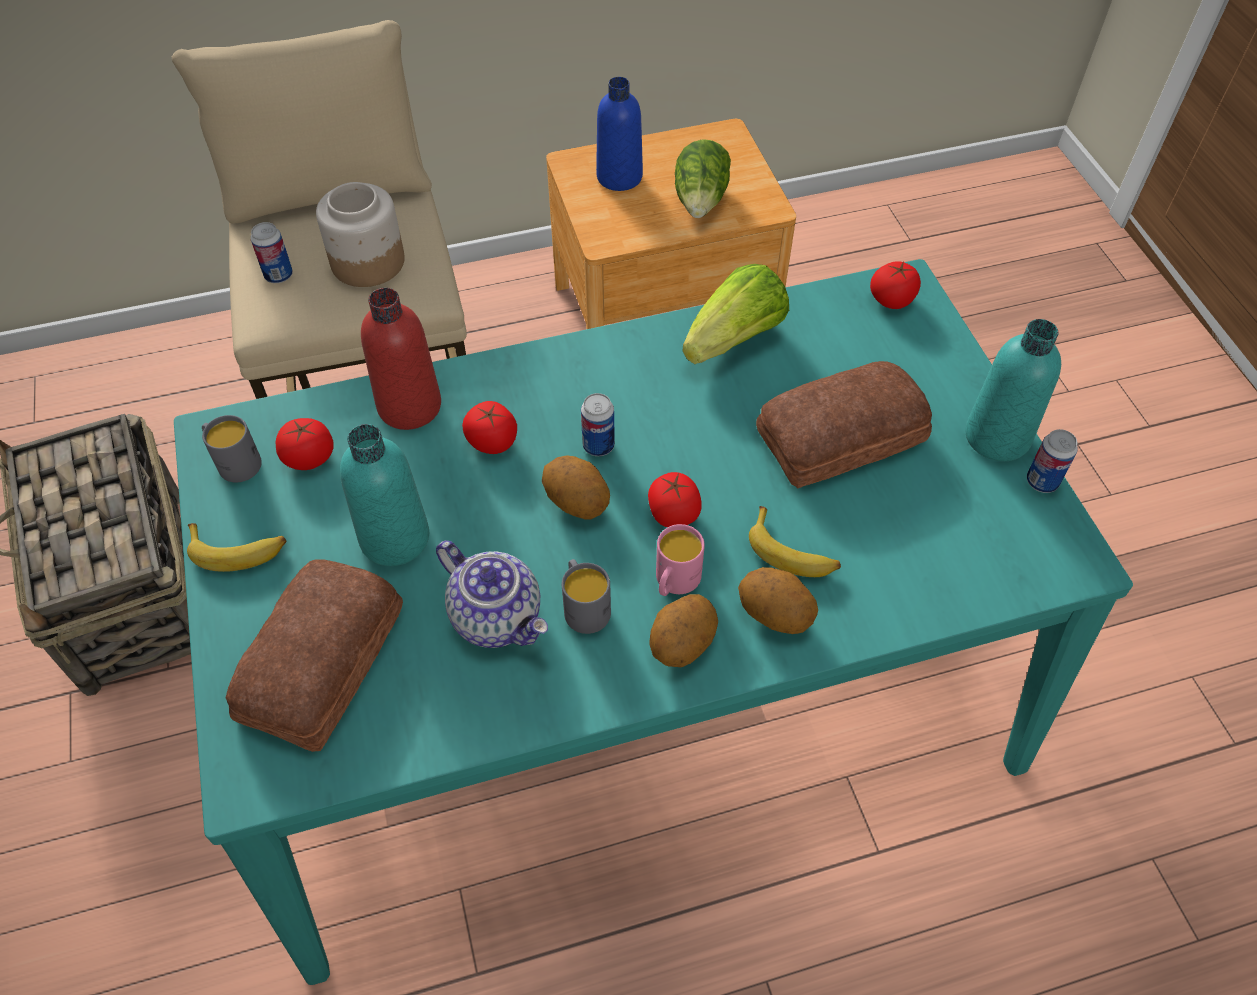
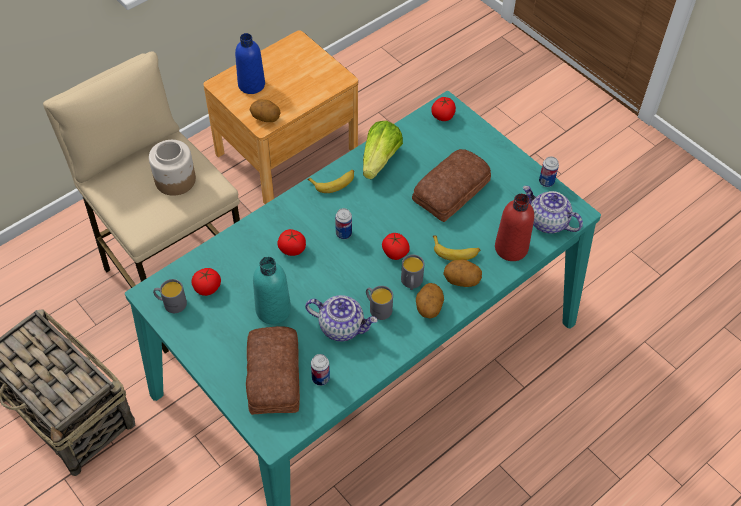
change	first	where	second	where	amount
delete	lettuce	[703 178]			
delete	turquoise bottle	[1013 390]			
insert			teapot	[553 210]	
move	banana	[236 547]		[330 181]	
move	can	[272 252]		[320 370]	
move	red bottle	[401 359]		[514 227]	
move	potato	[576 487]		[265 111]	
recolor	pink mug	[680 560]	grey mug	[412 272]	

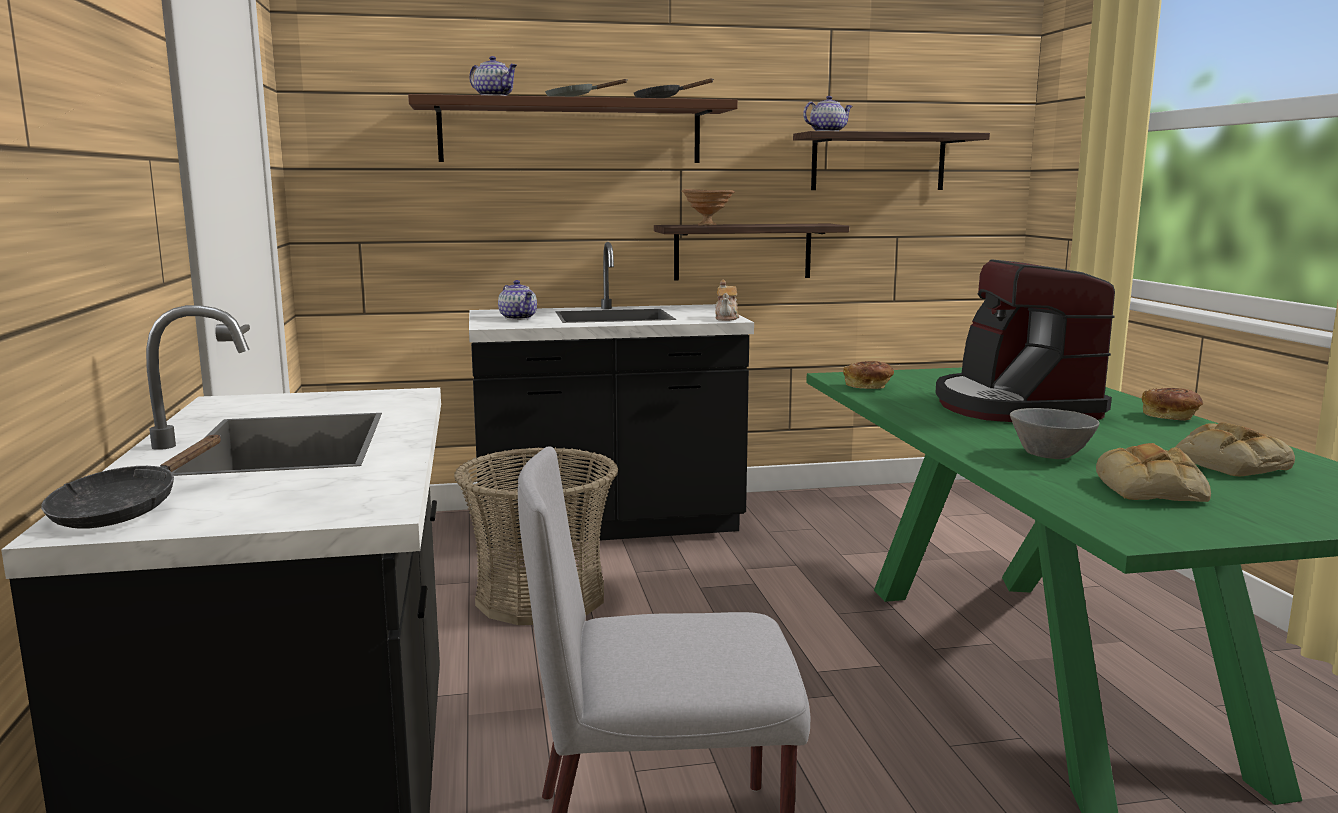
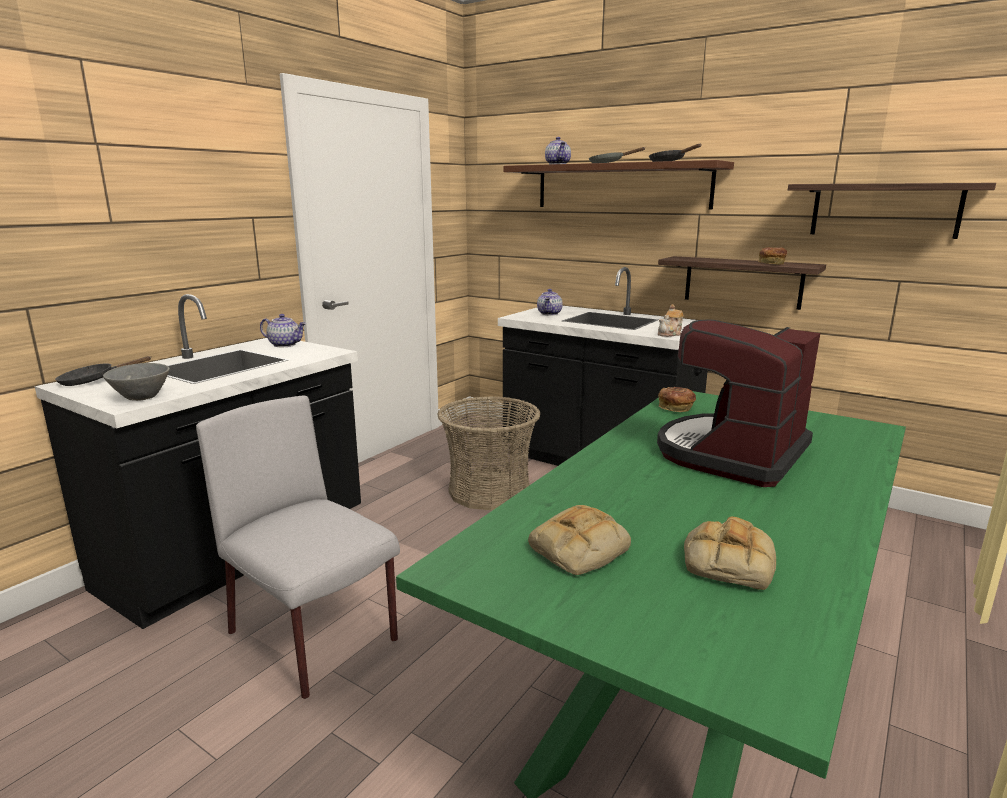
change	first	where	second	where	amount
delete	brown bowl	[708 207]			
move	teapot	[828 113]		[283 330]	
move	grey bowl	[1054 433]		[136 382]	
move	bread	[1173 404]		[772 256]	

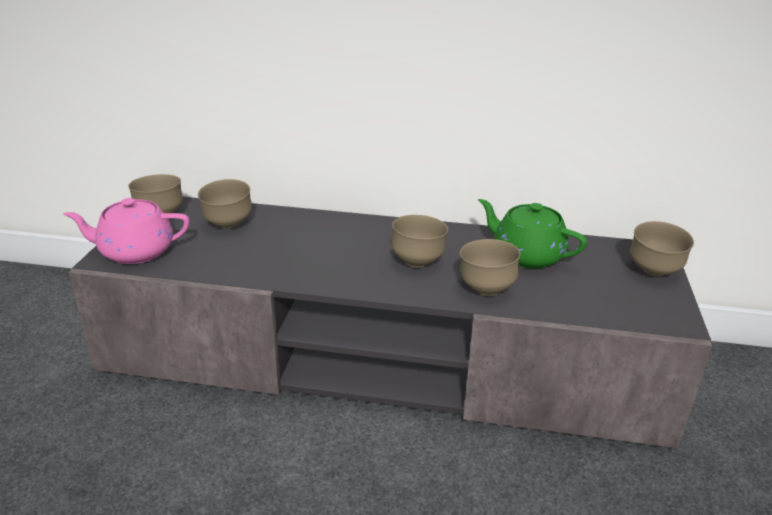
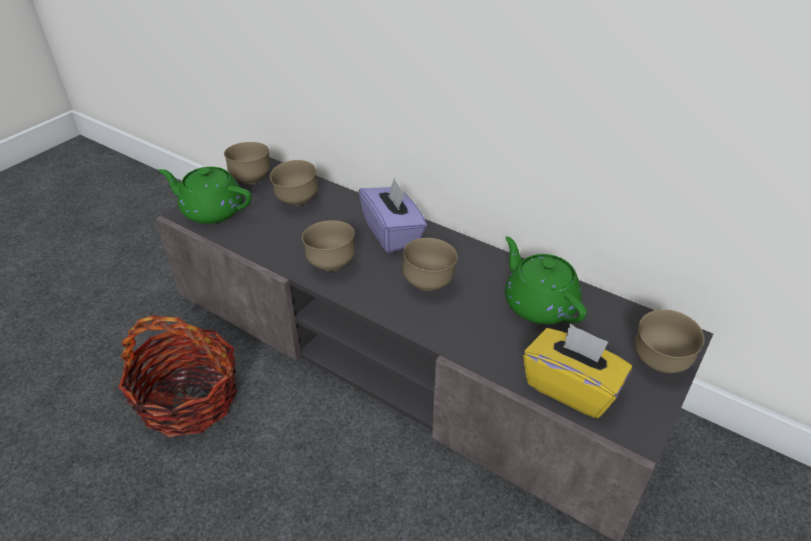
change	first	where	second	where	amount
insert			basket	[177 376]	
insert			purple tissue box	[393 215]	
insert			yellow tissue box	[577 370]	
move	brown bowl	[490 267]		[328 245]	
recolor	pink teapot	[126 231]	green teapot	[205 195]	

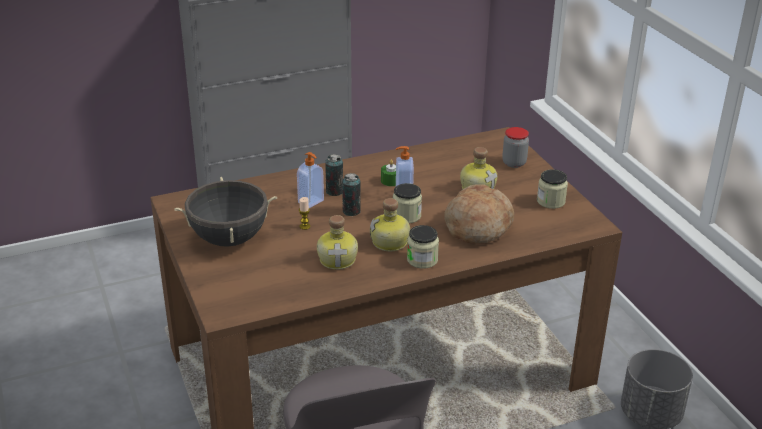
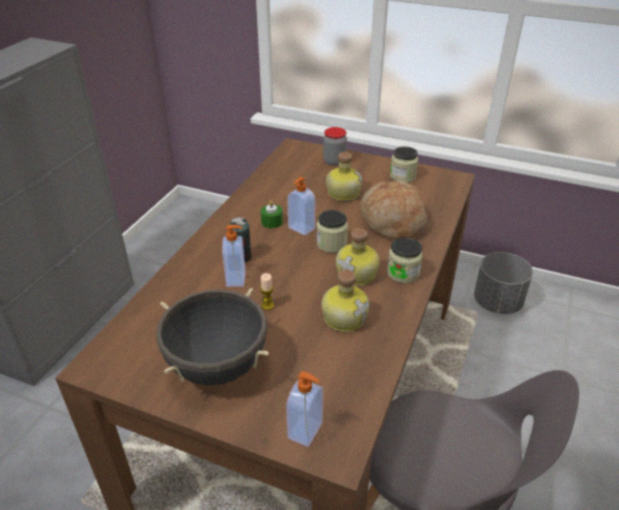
change	first	where	second	where	amount
delete	can	[351 194]			
insert			soap dispenser	[304 409]	

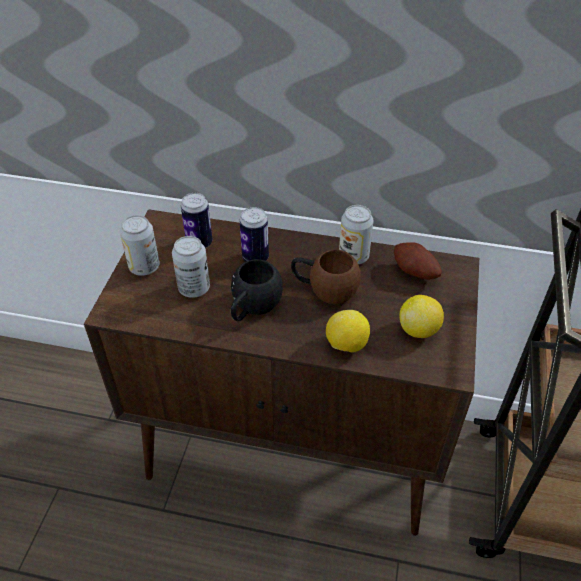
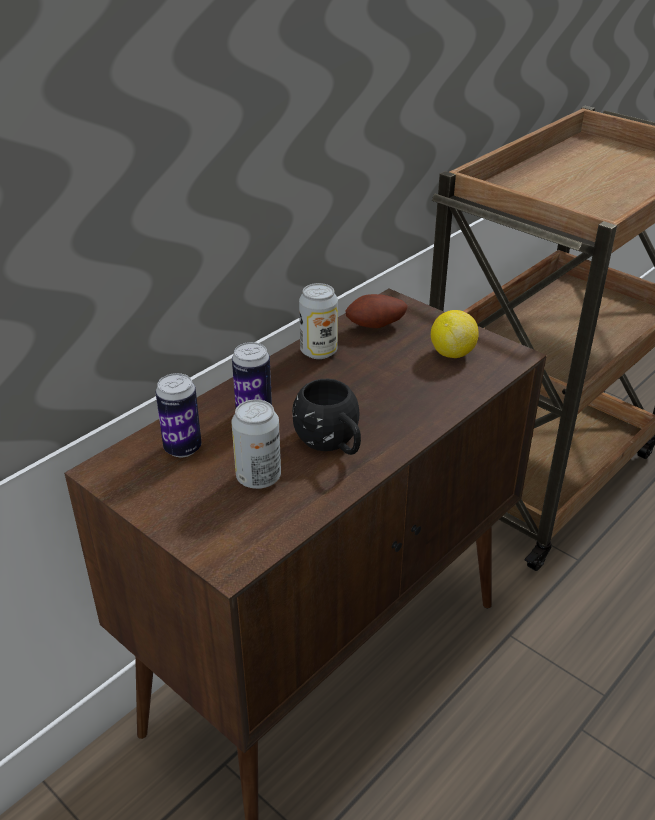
change	first	where	second	where	amount
delete	can	[140 245]			
delete	brown mug	[326 277]			
delete	lemon	[348 331]			

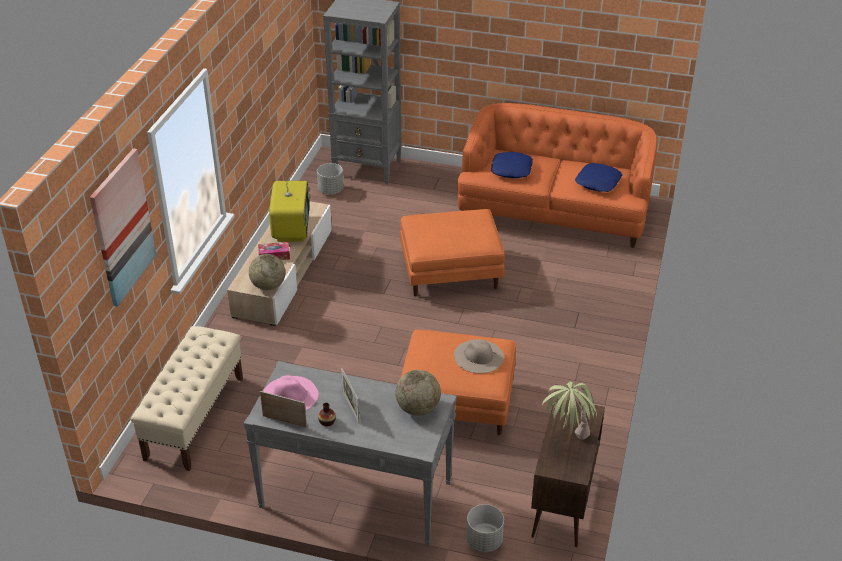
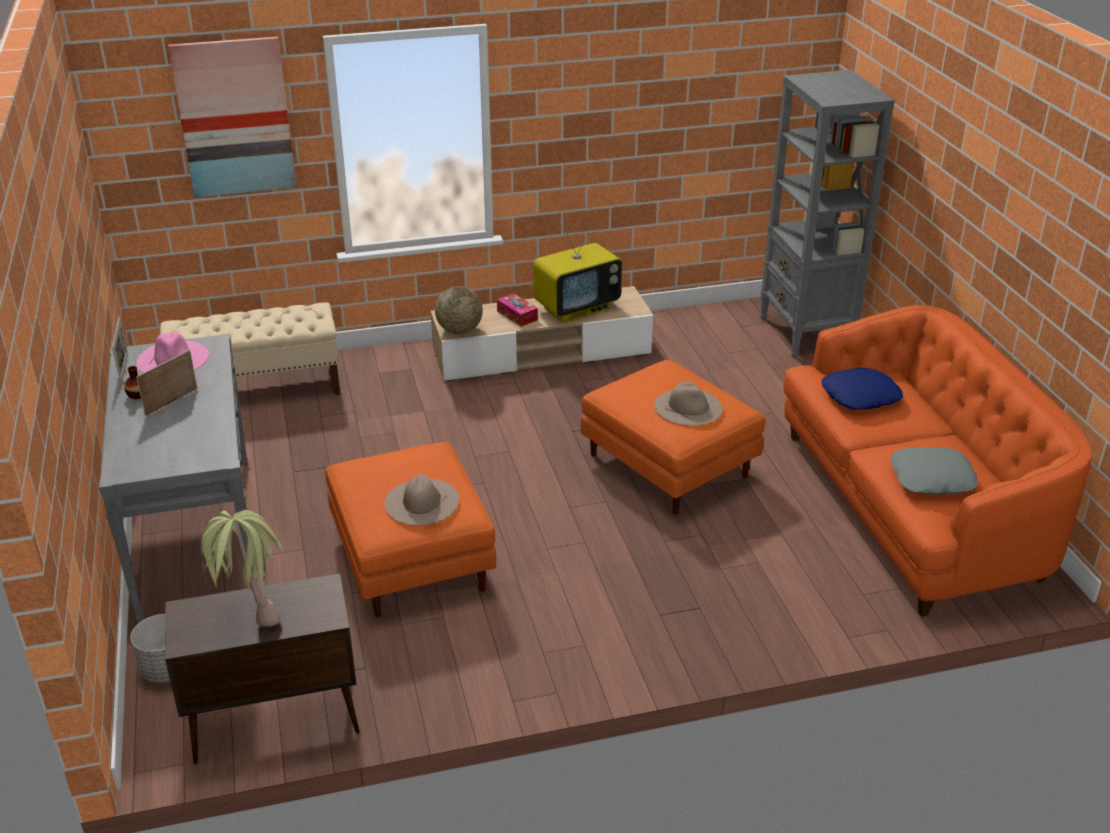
change	first	where	second	where	amount
delete	grey planter	[330 178]			
delete	globe	[418 393]			
insert			beige hat	[688 404]	
recolor	blue pillow	[598 177]	grey pillow	[934 471]	

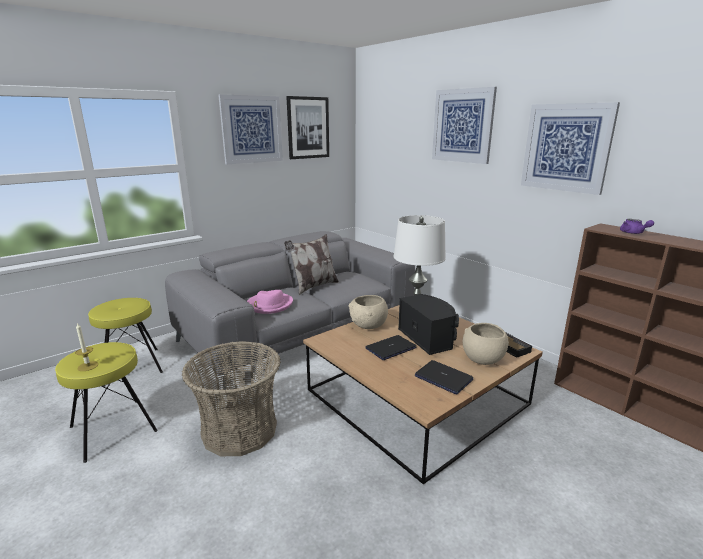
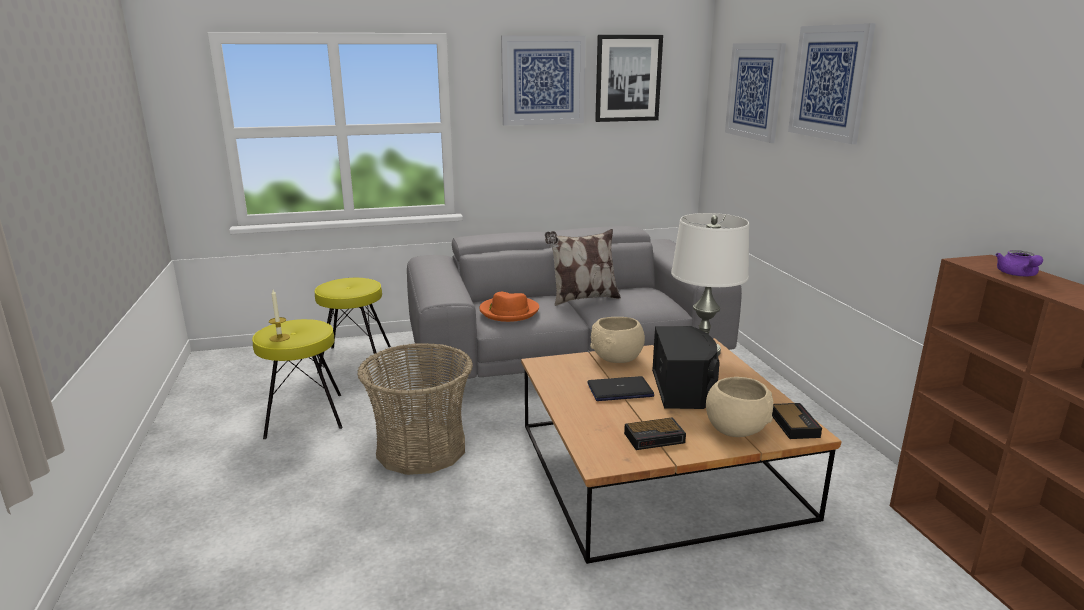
change	first	where	second	where	amount
move	picture	[570 148]		[755 93]	
replace	laptop	[444 377]	alarm clock	[655 433]	
recolor	pink hat	[270 302]	orange hat	[509 307]	

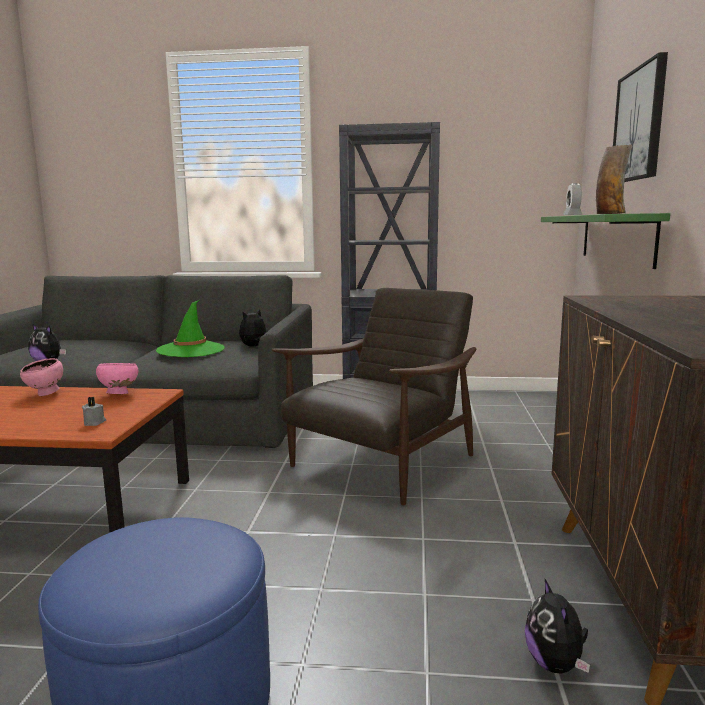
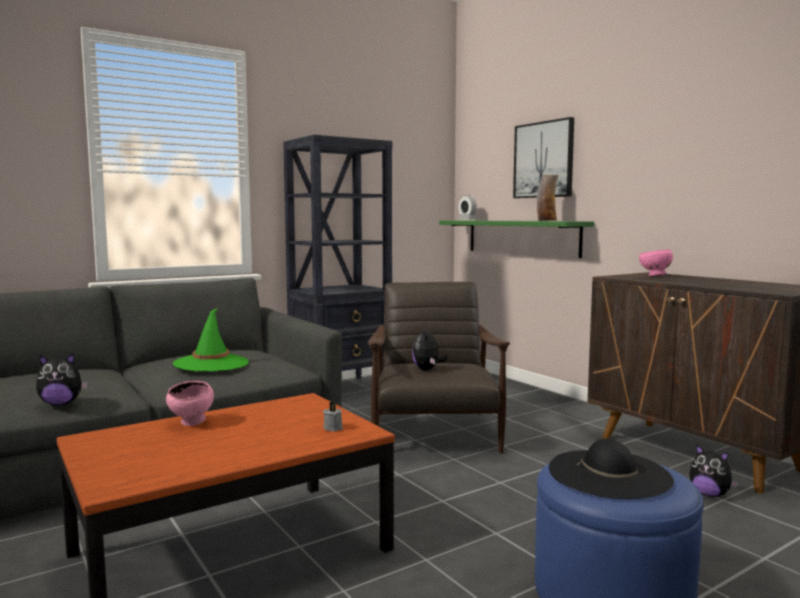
change	first	where	second	where	amount
insert			black hat	[611 469]	
move	pink bowl	[117 378]		[656 263]	
move	plush toy	[252 327]		[430 349]	

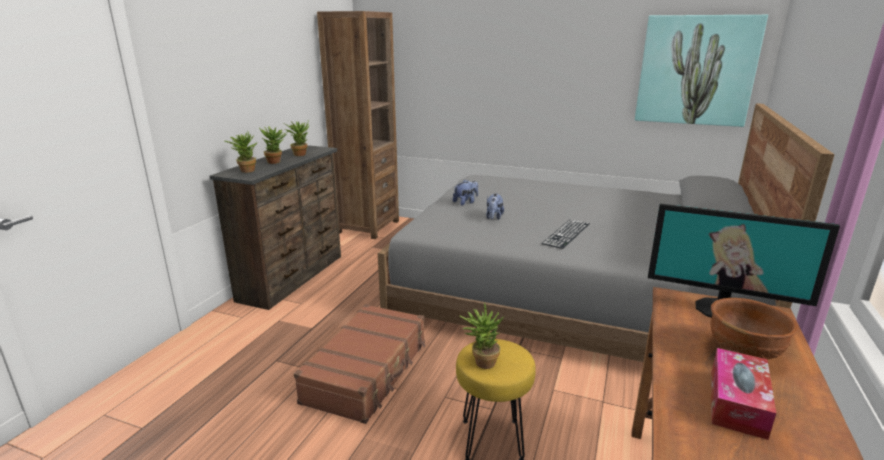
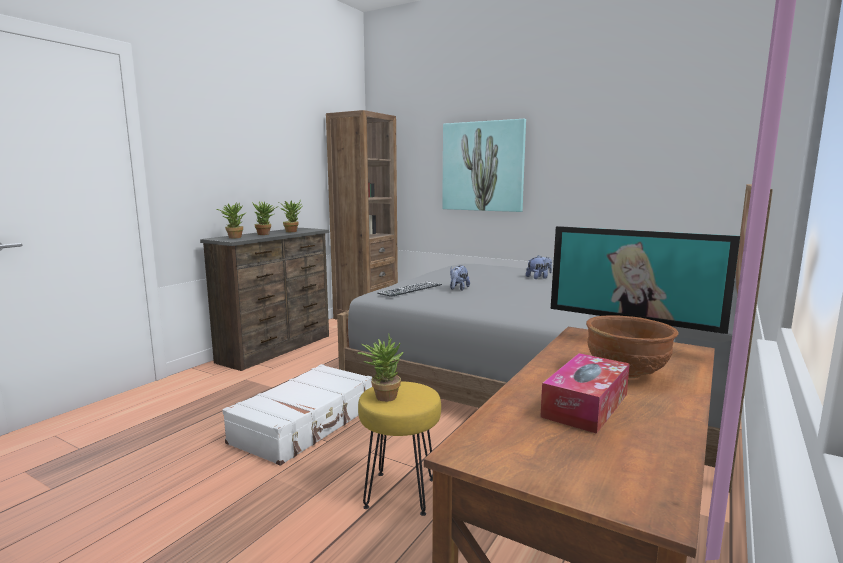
change	first	where	second	where	amount
move	plush toy	[465 192]		[539 267]	
move	keyboard	[566 234]		[409 289]	
move	picture	[701 71]		[484 165]	
recolor	brown suitcase	[360 364]	white suitcase	[297 415]	

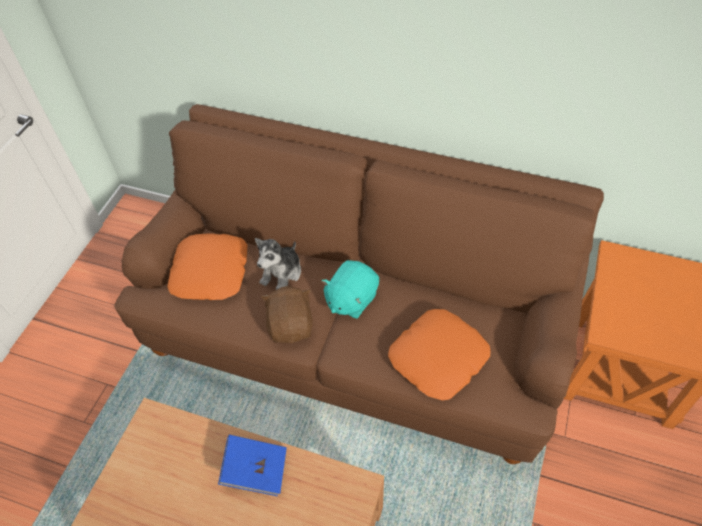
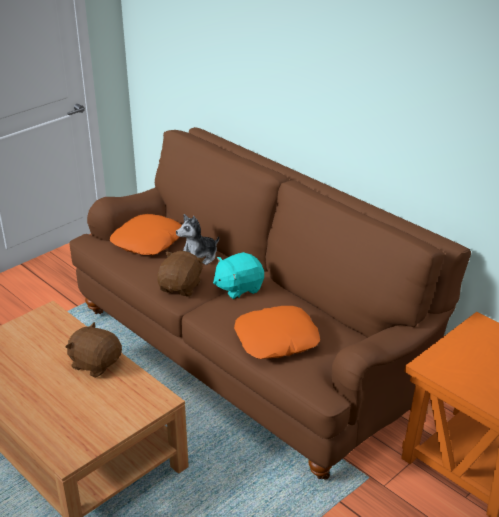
change	first	where	second	where	amount
replace	blue book	[252 465]	brown plush toy	[93 350]	

